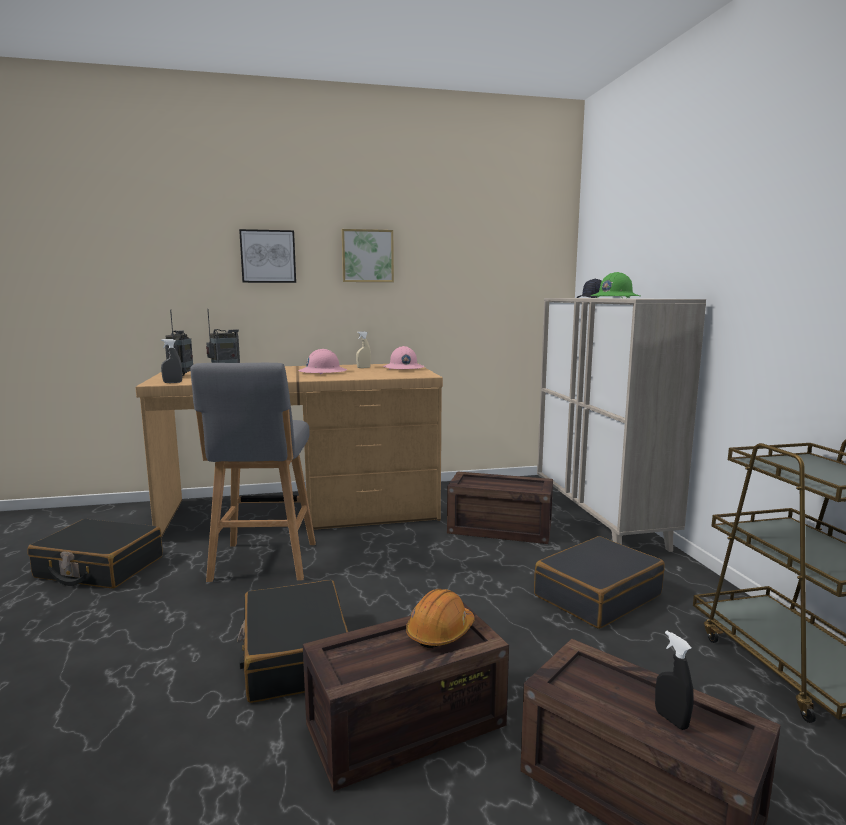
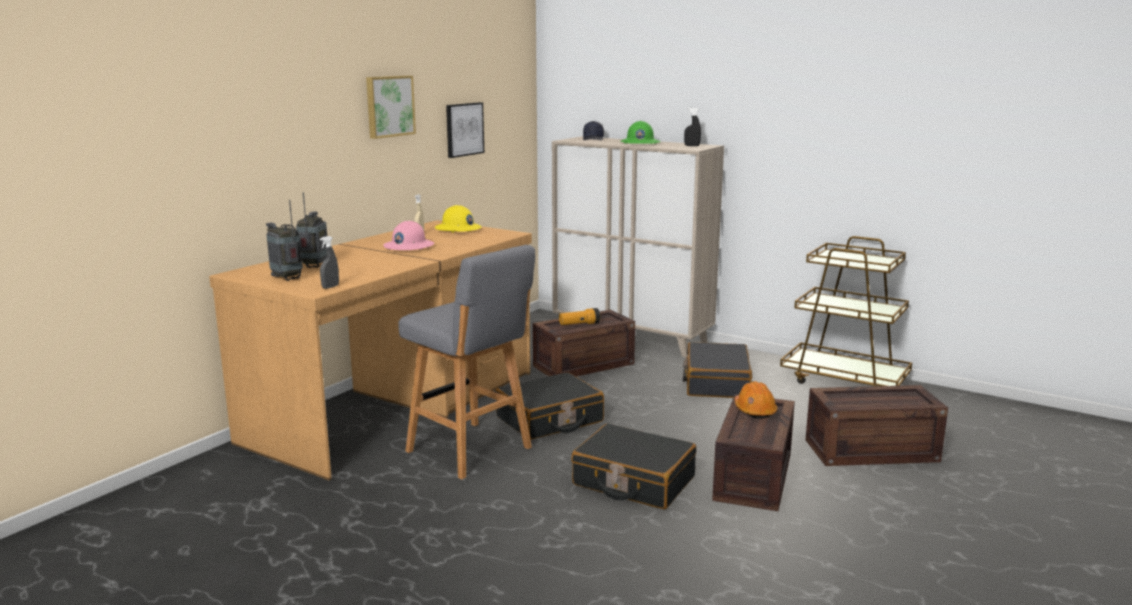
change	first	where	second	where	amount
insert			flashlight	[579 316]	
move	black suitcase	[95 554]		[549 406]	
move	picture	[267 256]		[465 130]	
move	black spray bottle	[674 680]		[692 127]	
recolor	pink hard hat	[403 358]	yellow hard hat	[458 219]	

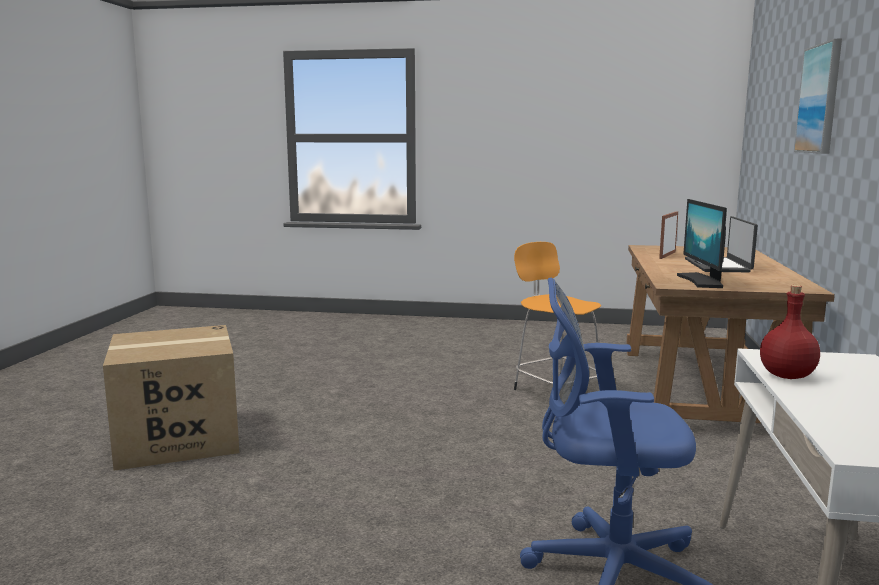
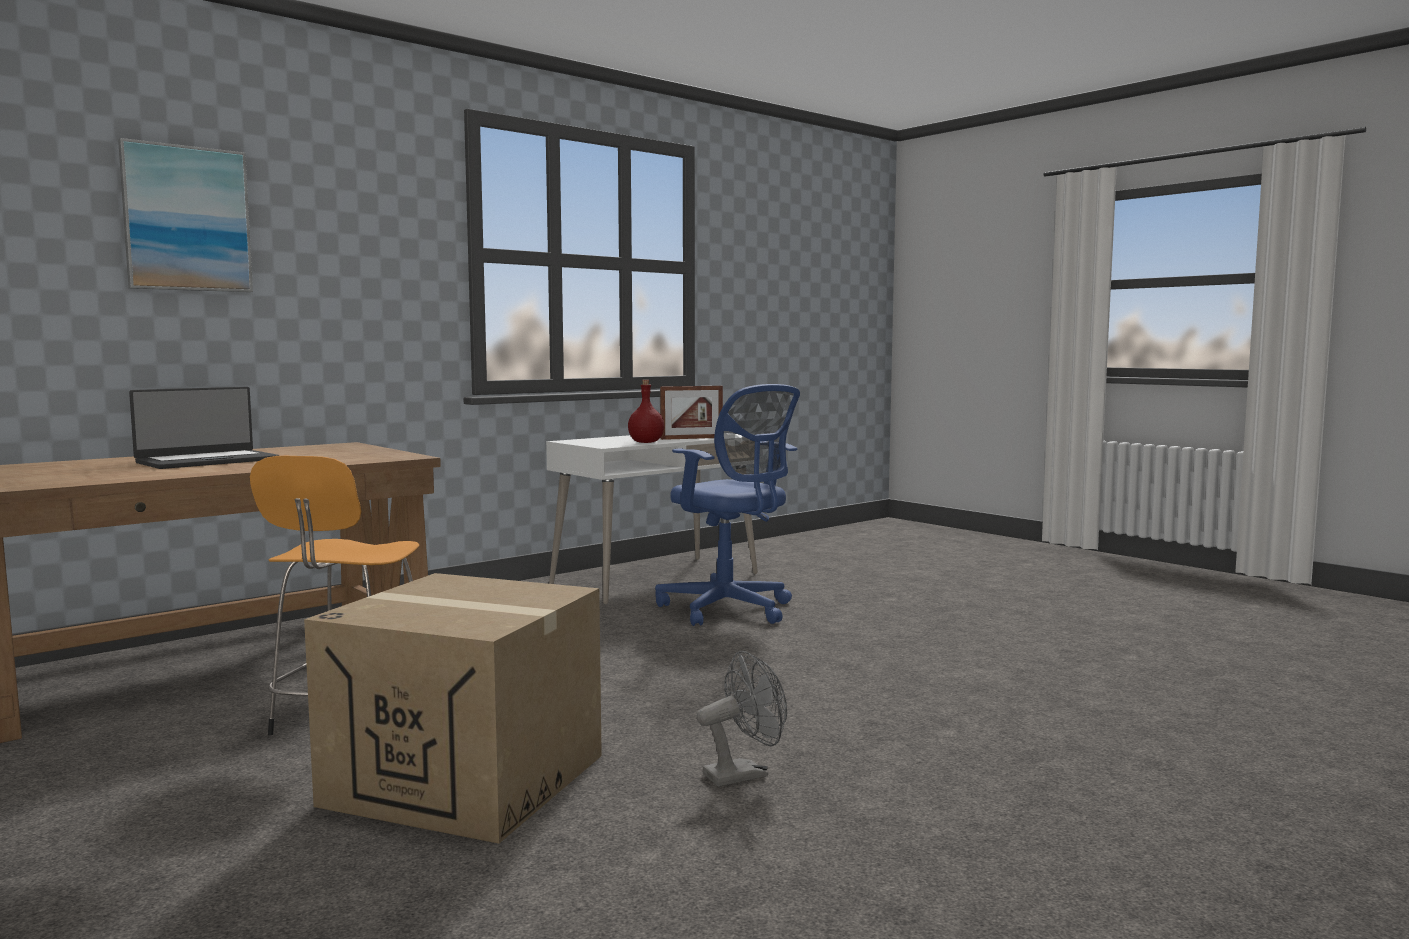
change	first	where	second	where	amount
delete	monitor	[702 243]			
insert			grey fan	[742 718]	
move	cardboard box	[171 398]		[453 708]	
move	picture frame	[668 235]		[691 413]	

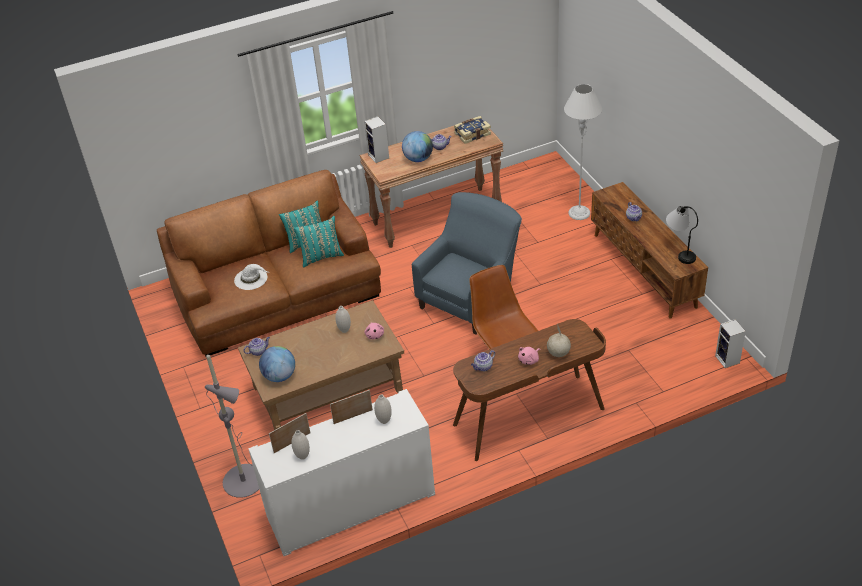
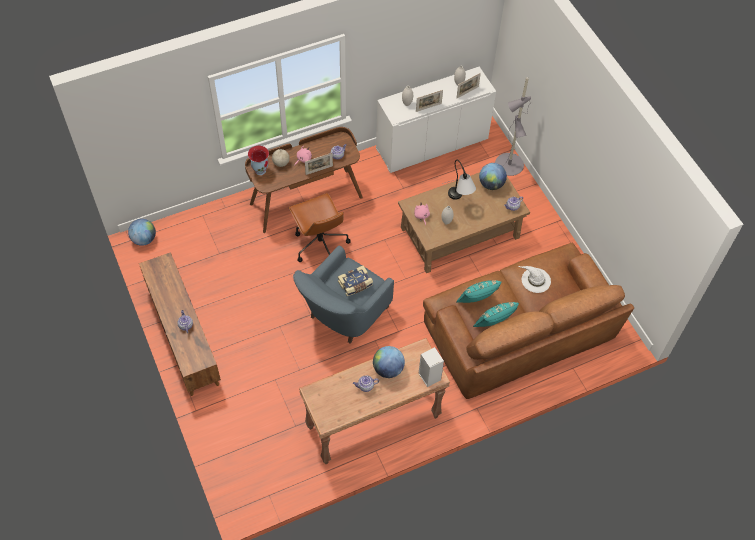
change	first	where	second	where	amount
delete	grey floor lamp	[583 152]			
insert			vase	[258 160]	
insert			picture frame	[319 164]	
move	book	[472 130]		[355 280]	
move	table lamp	[682 235]		[462 180]	
replace	speaker	[730 343]	globe	[142 232]	

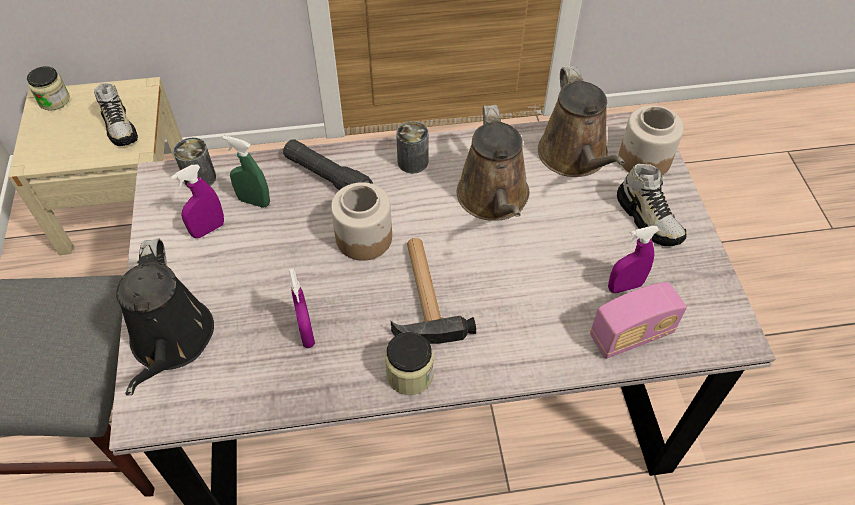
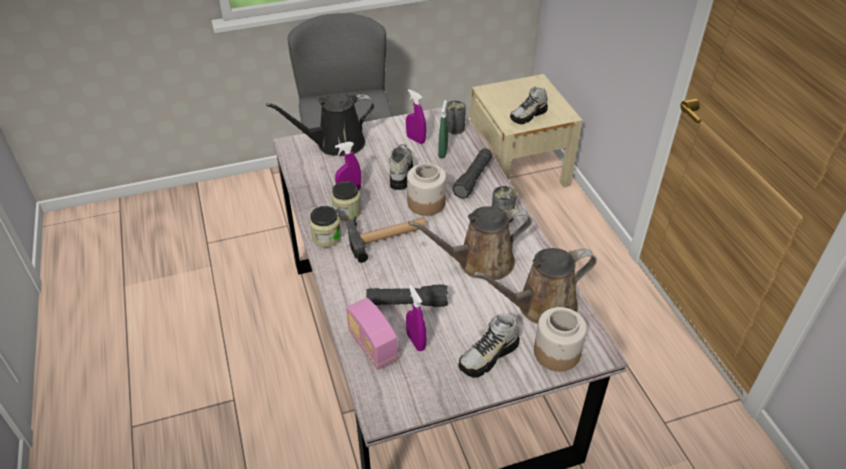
change	first	where	second	where	amount
insert			black flashlight	[407 296]	
insert			shoe	[401 167]	
move	jar	[48 88]		[346 201]	

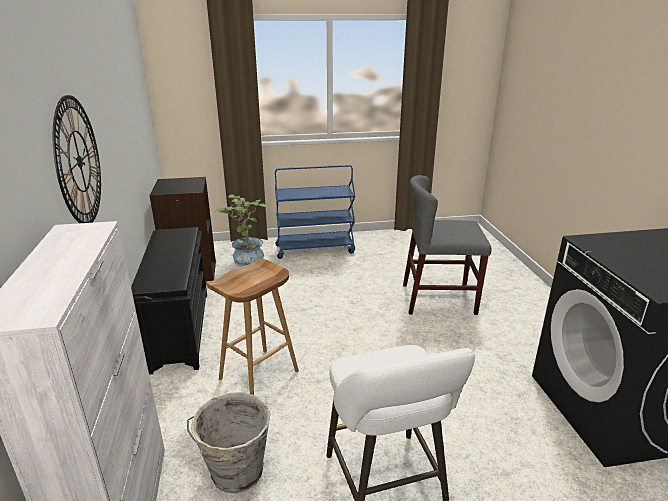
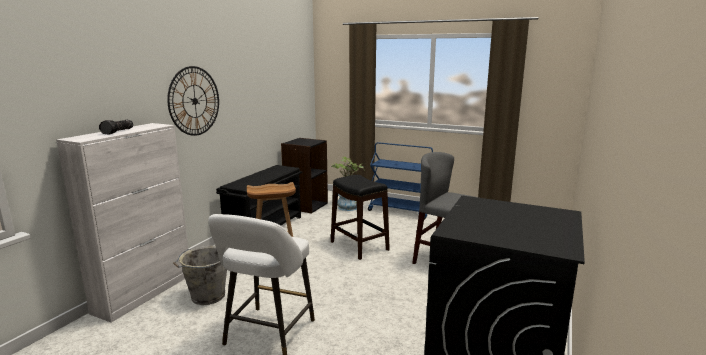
change	first	where	second	where	amount
insert			flashlight	[116 127]	
insert			black stool	[360 217]	

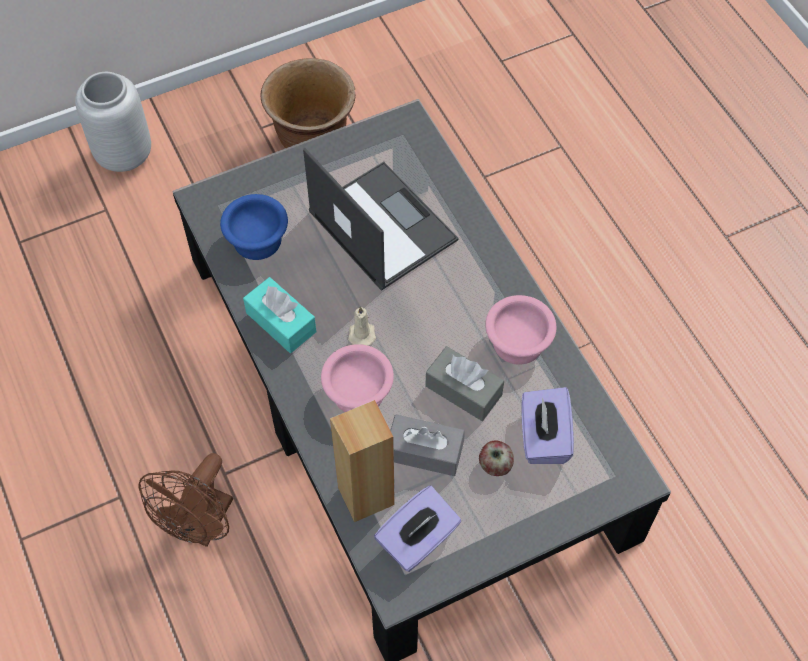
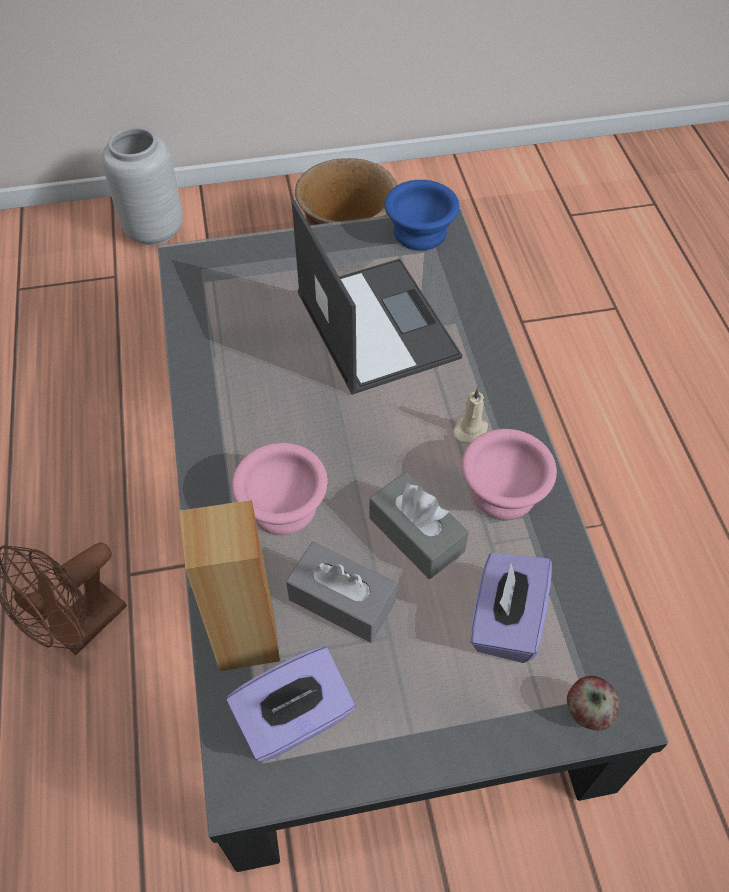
change	first	where	second	where	amount
delete	turquoise tissue box	[279 315]			
move	blue bowl	[254 227]		[422 215]	
move	beige candle	[362 326]		[470 415]	
move	apple	[496 458]		[593 703]	

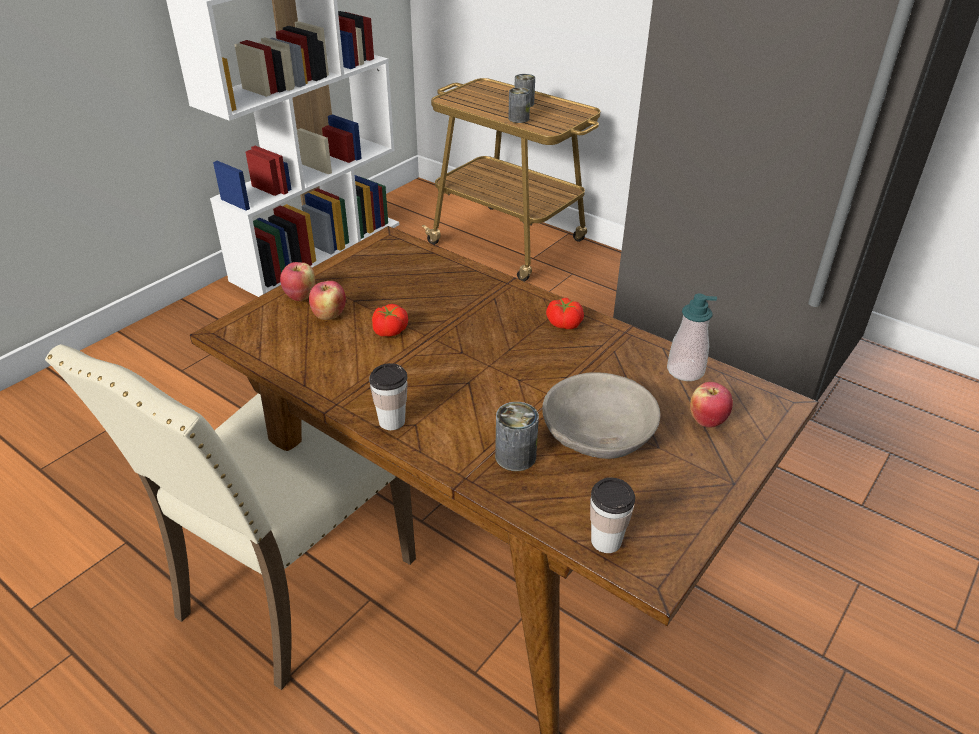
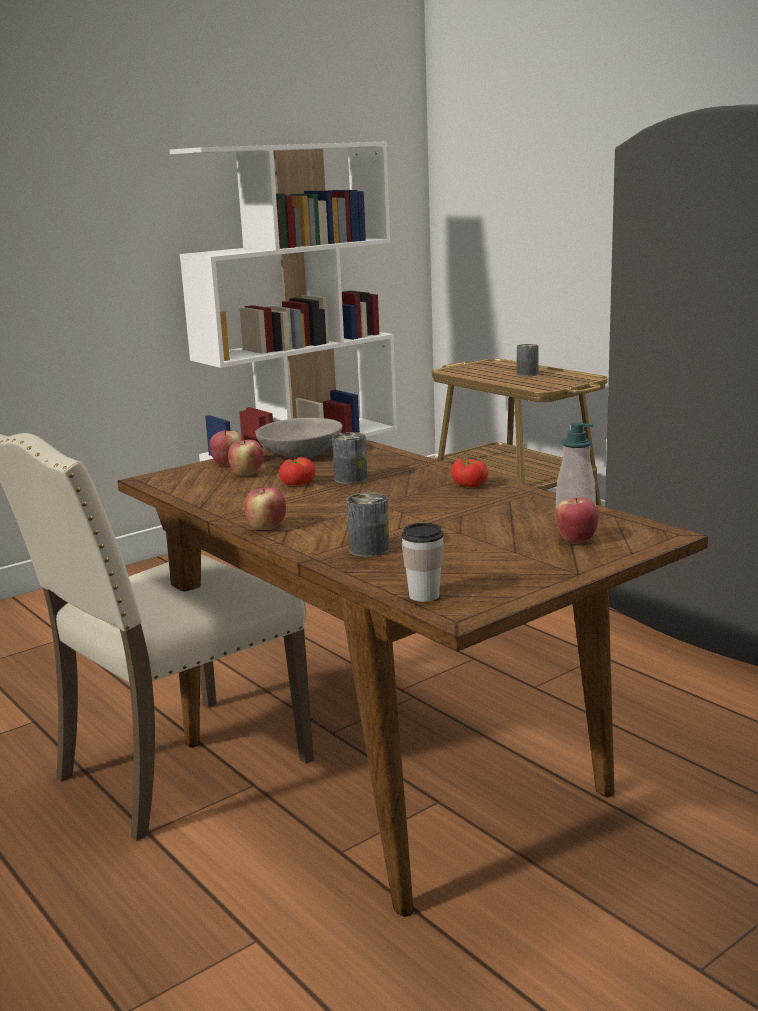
change	first	where	second	where	amount
move	can	[519 105]		[350 458]	
move	grey bowl	[601 415]		[299 437]	
replace	cup	[388 396]	apple	[265 509]	

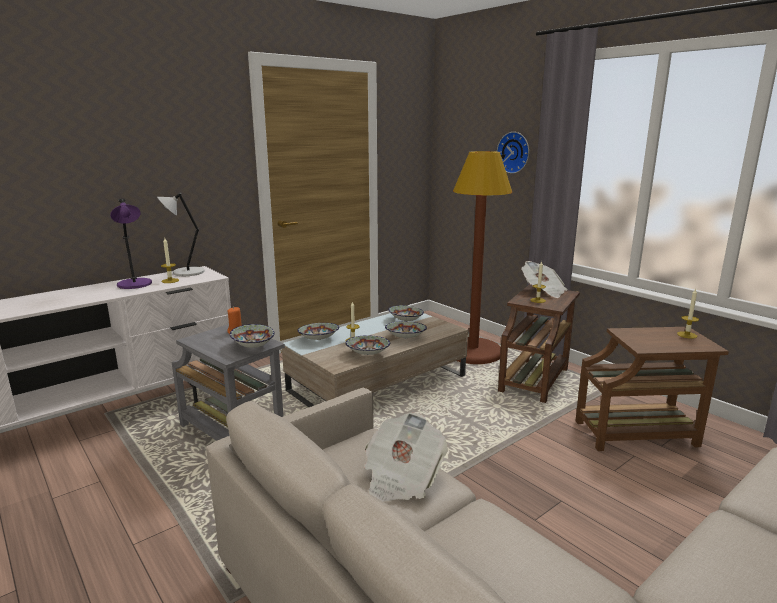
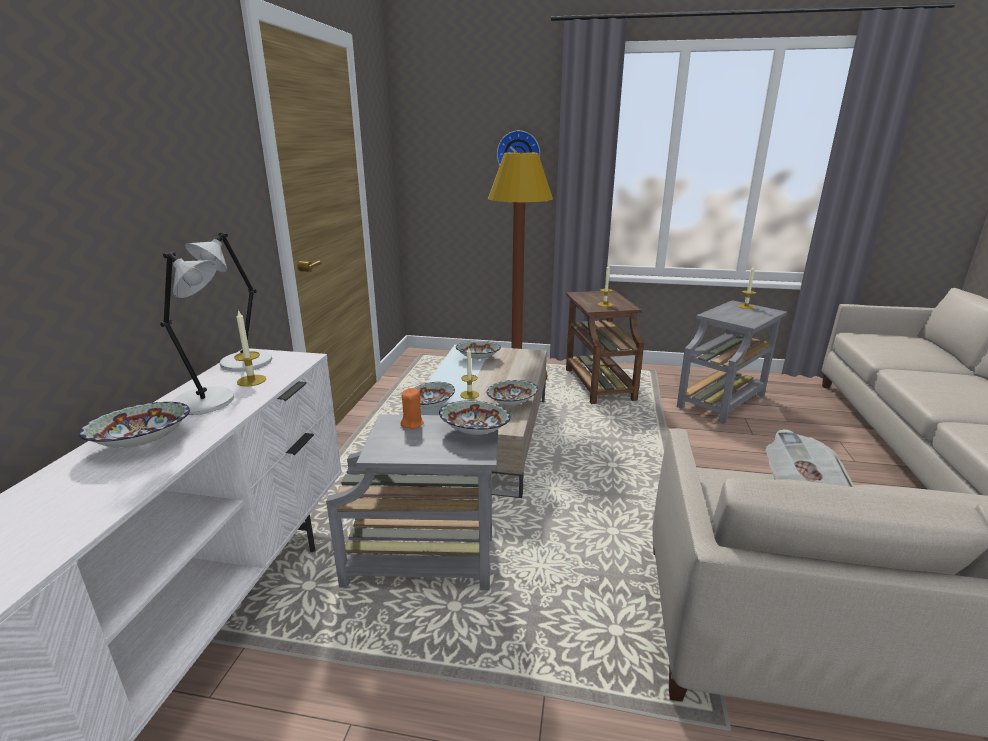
change	first	where	second	where	amount
delete	newspaper	[544 279]			
move	bowl	[406 330]		[134 425]	
recolor	purple table lamp	[131 244]	grey table lamp	[197 333]	
recolor	brown side table	[652 389]	grey side table	[732 362]	

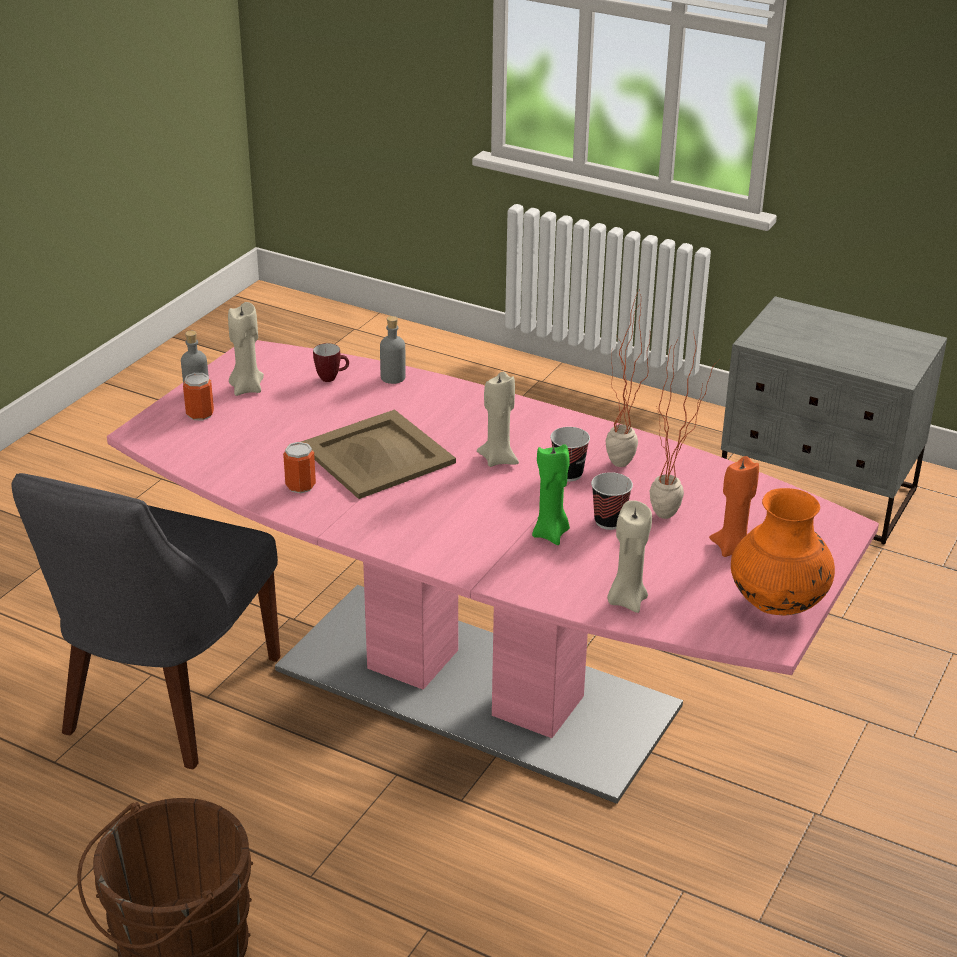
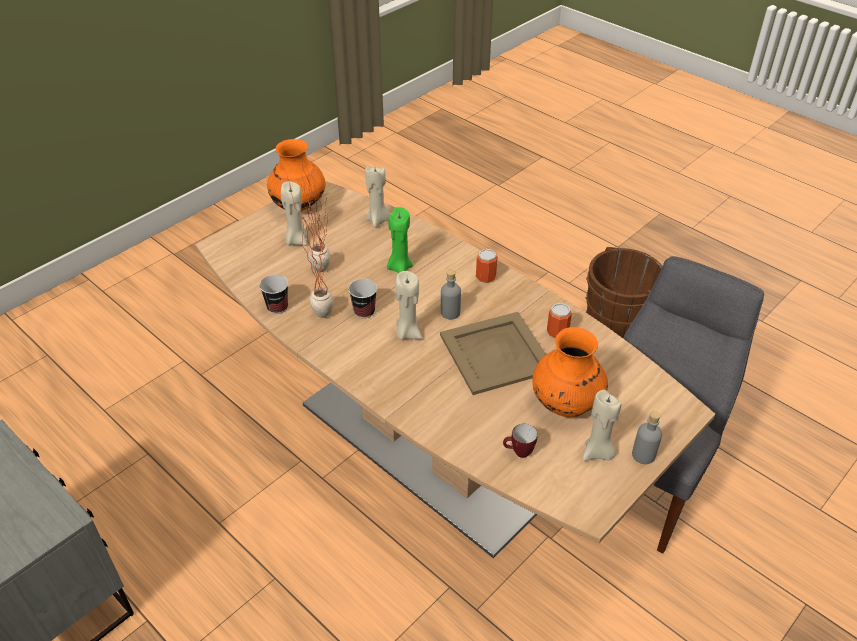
change	first	where	second	where	amount
insert			orange vase	[570 372]	
move	can	[198 396]		[487 266]	
move	grey bottle	[393 350]		[451 294]	
move	cup	[612 501]		[273 294]	
recolor	pink dining table	[493 572]	brown dining table	[455 369]	
recolor	orange candle	[734 506]	beige candle	[294 213]	

